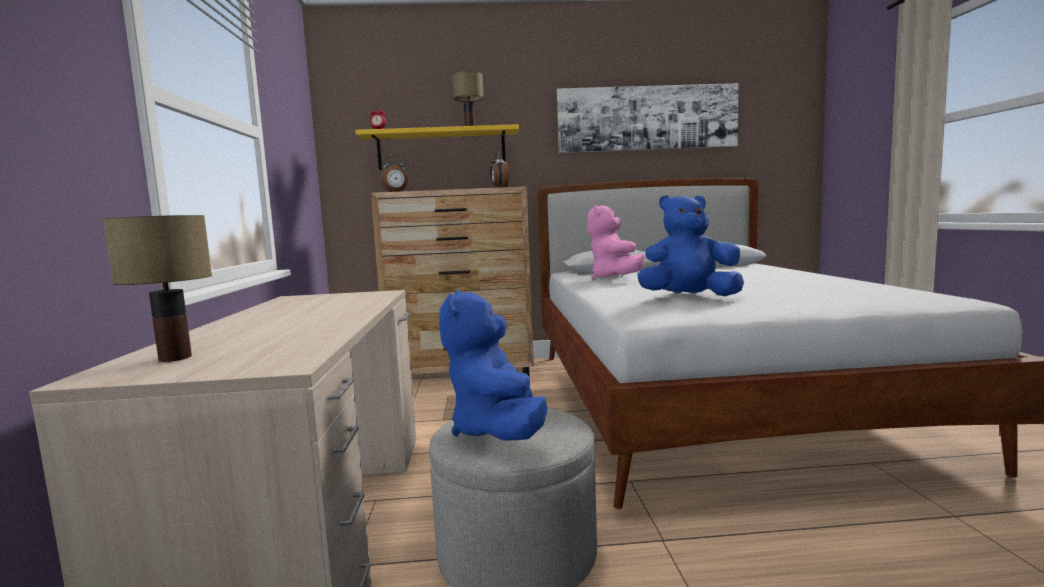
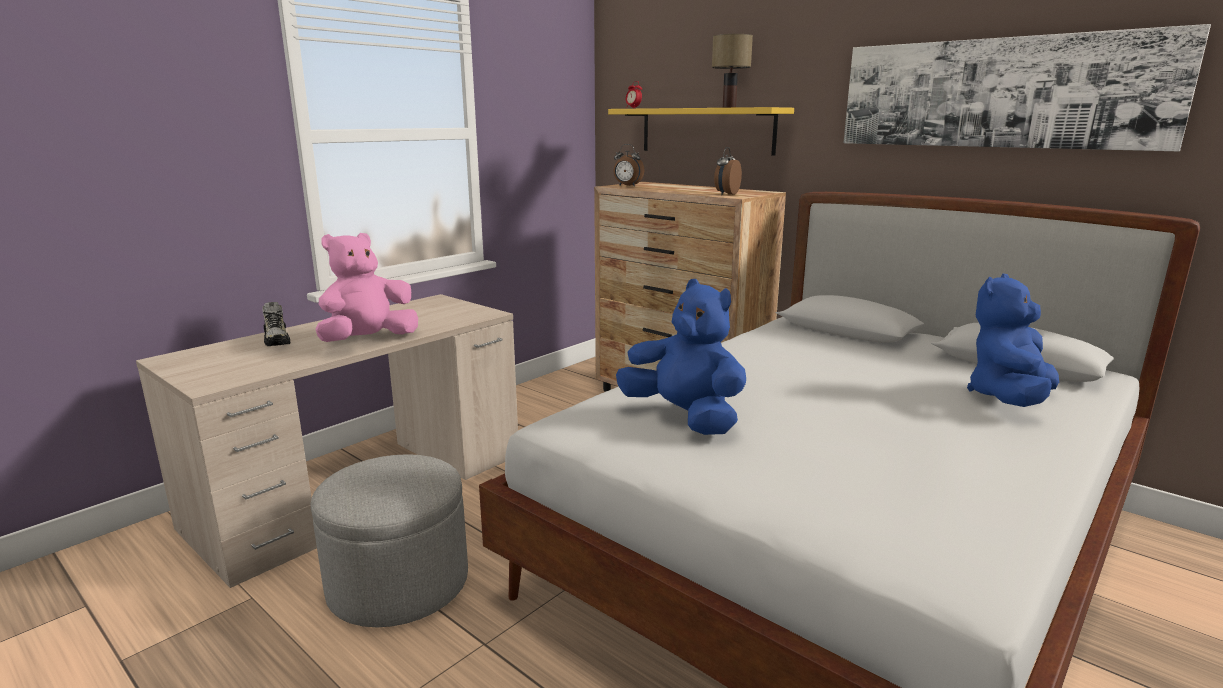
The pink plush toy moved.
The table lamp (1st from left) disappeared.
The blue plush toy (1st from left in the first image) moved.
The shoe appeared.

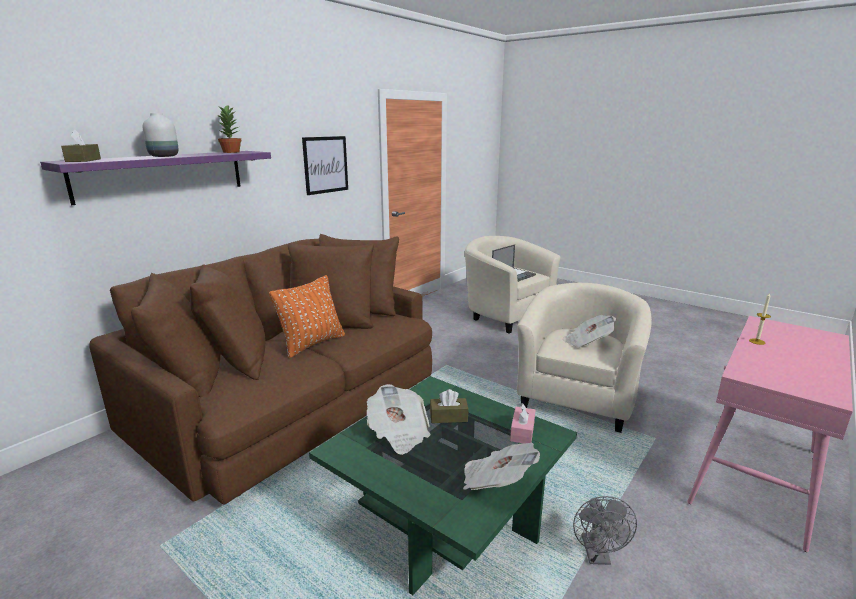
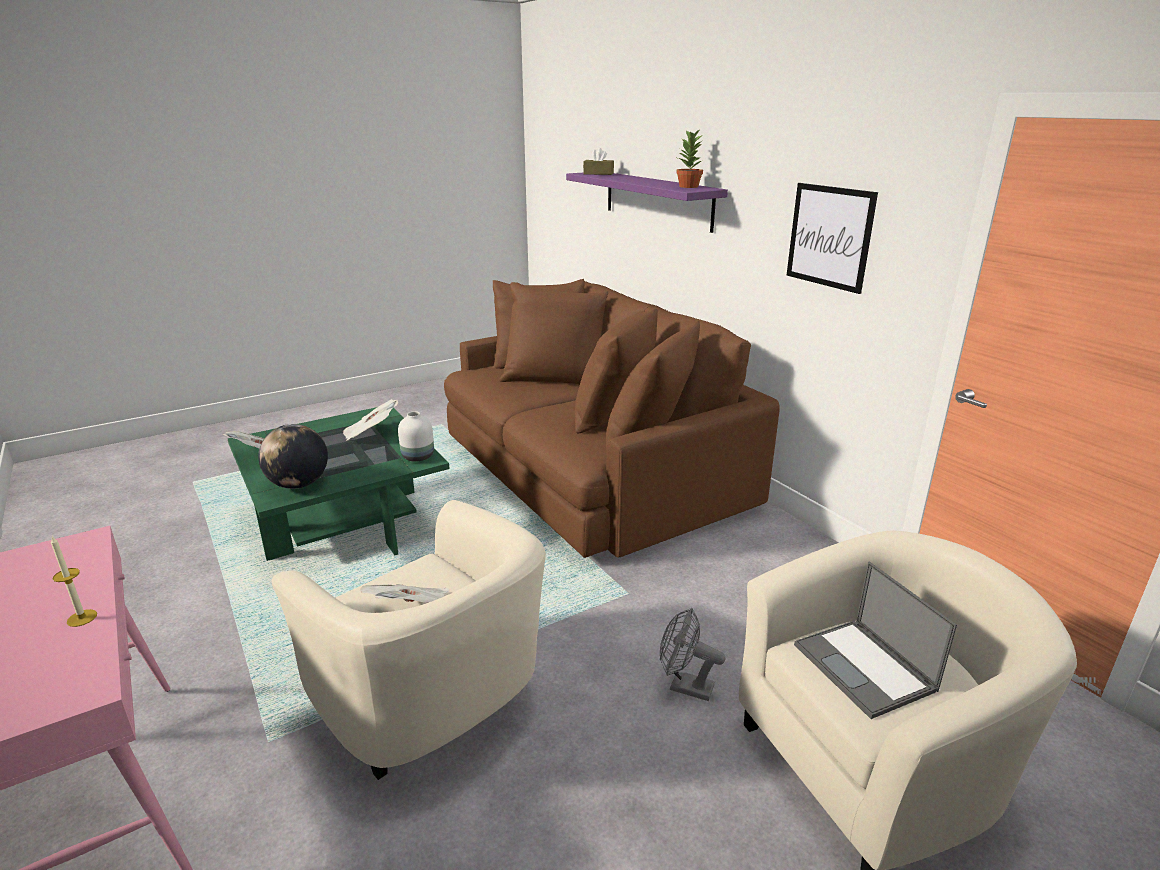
The white vase moved.
The orange pillow disappeared.
The brown tissue box (2nd from left) disappeared.
The pink tissue box was replaced by the globe.
The grey fan moved.

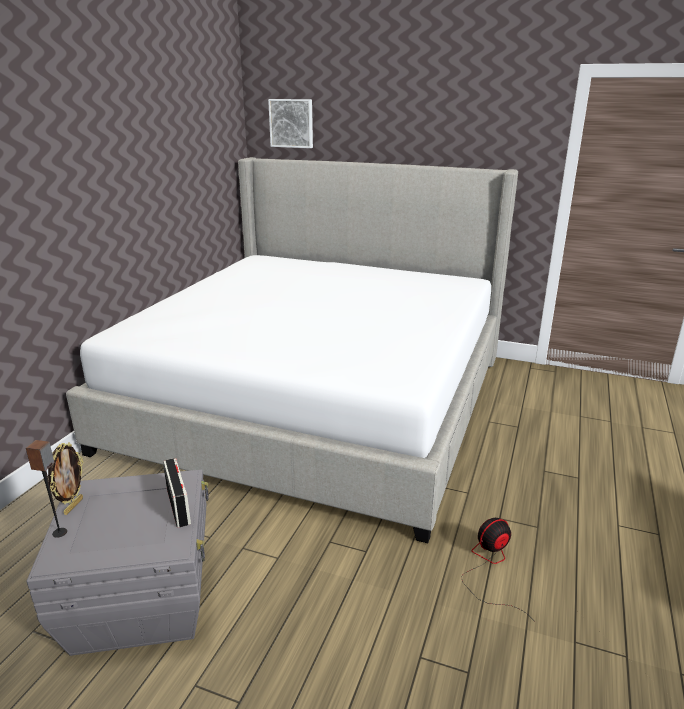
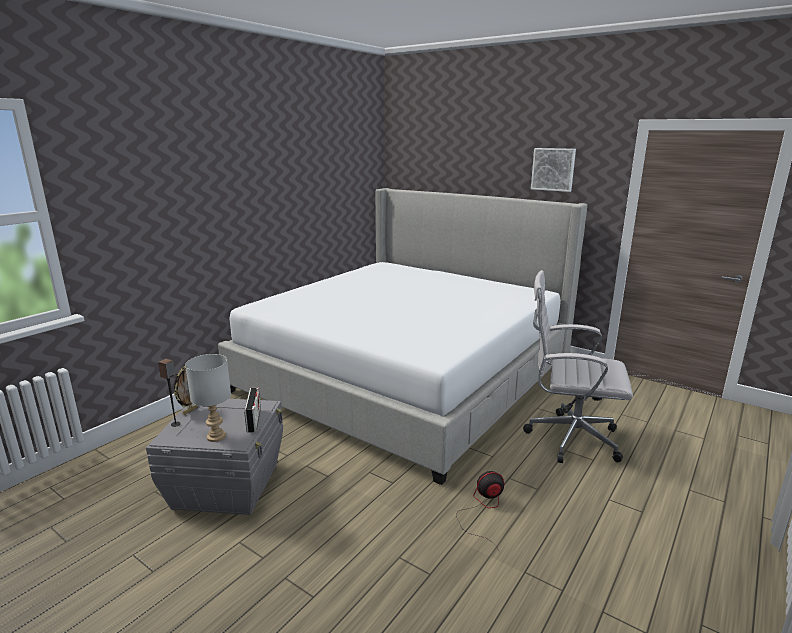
The picture moved.
The white office chair appeared.
The grey table lamp appeared.

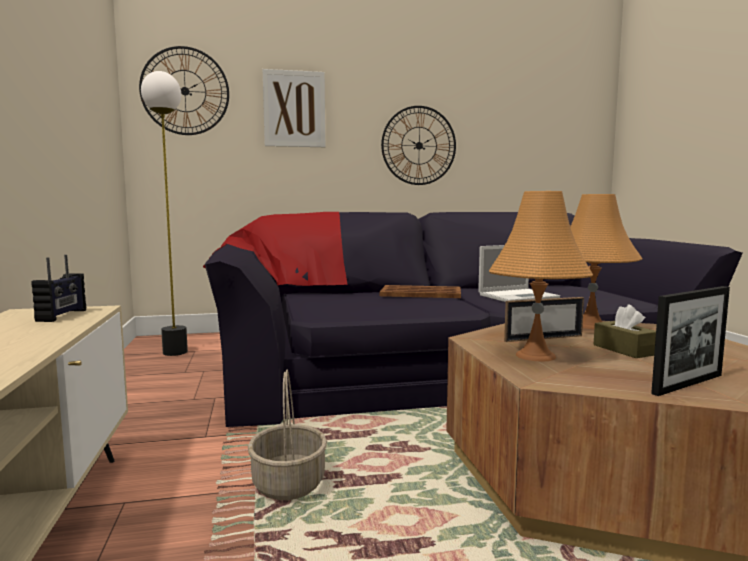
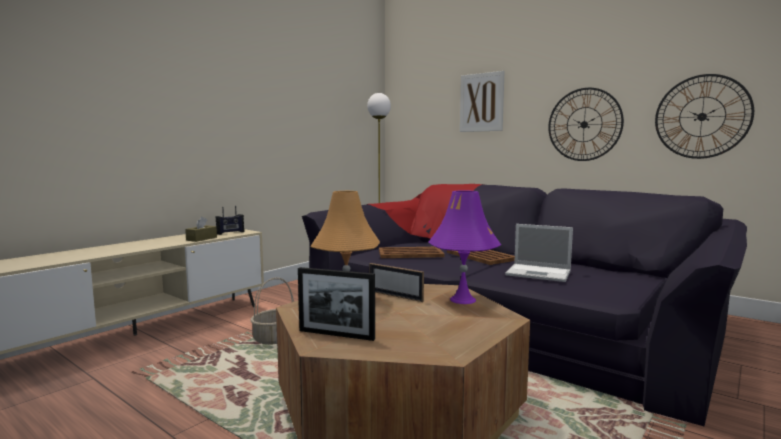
The wall clock (1st from left in the first image) moved.
The orange table lamp (2nd from left) became the purple table lamp.
The brown tissue box moved.
The brown tray (1st from left) appeared.

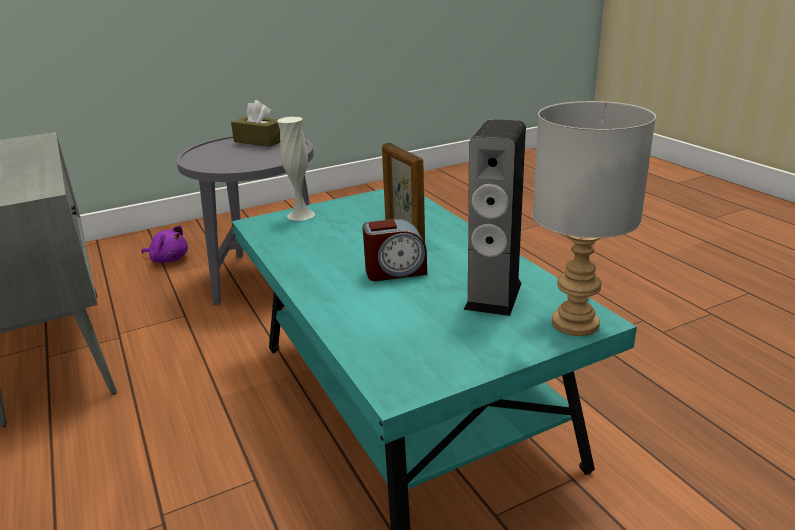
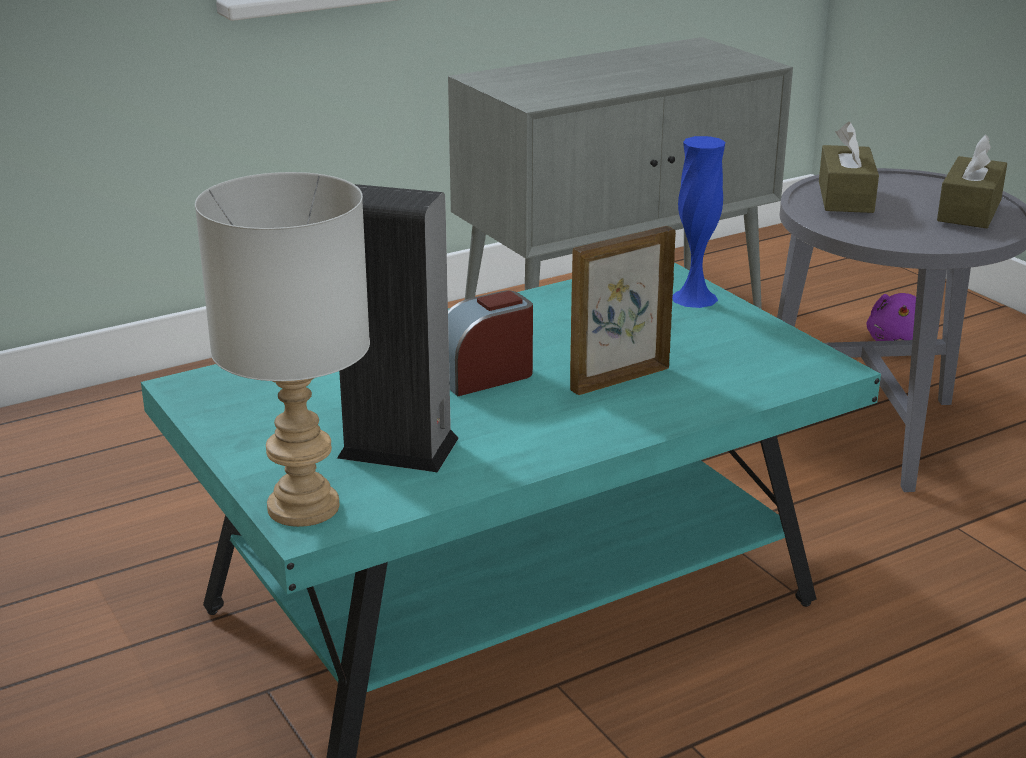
The white vase became the blue vase.
The alarm clock turned 75 degrees clockwise.
The brown tissue box (1st from left) appeared.

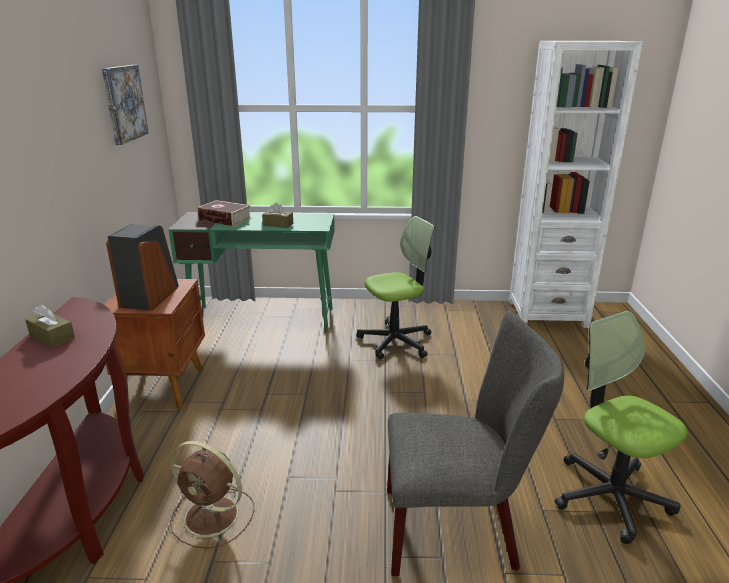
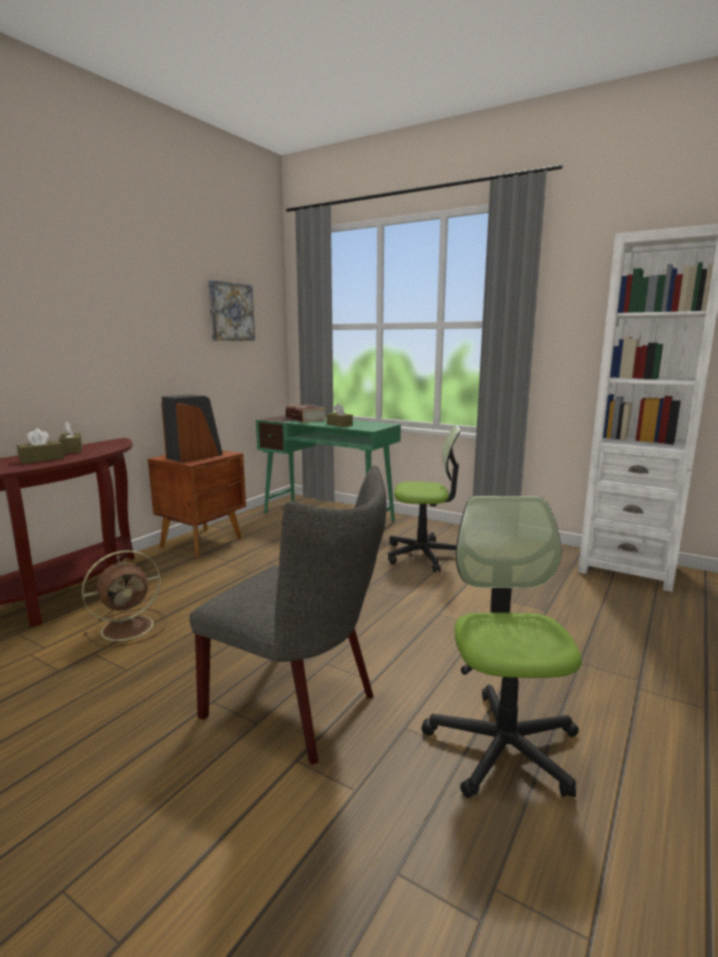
The brown fan turned 90 degrees counterclockwise.
The brown tissue box (1st from left) appeared.

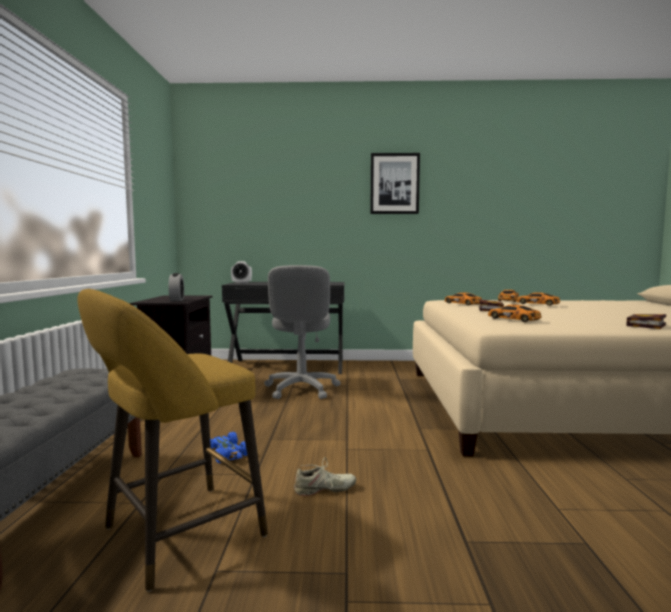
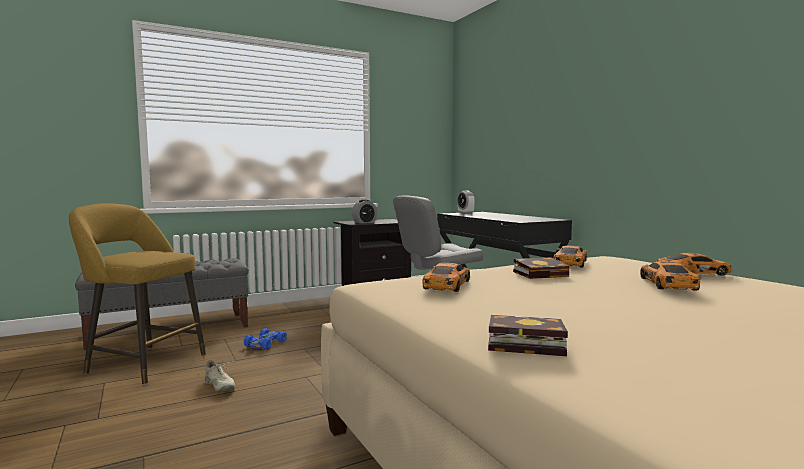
The picture disappeared.

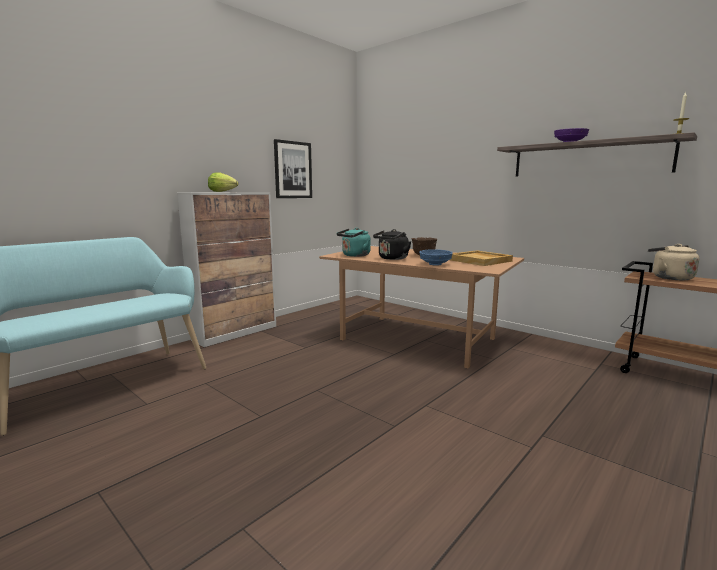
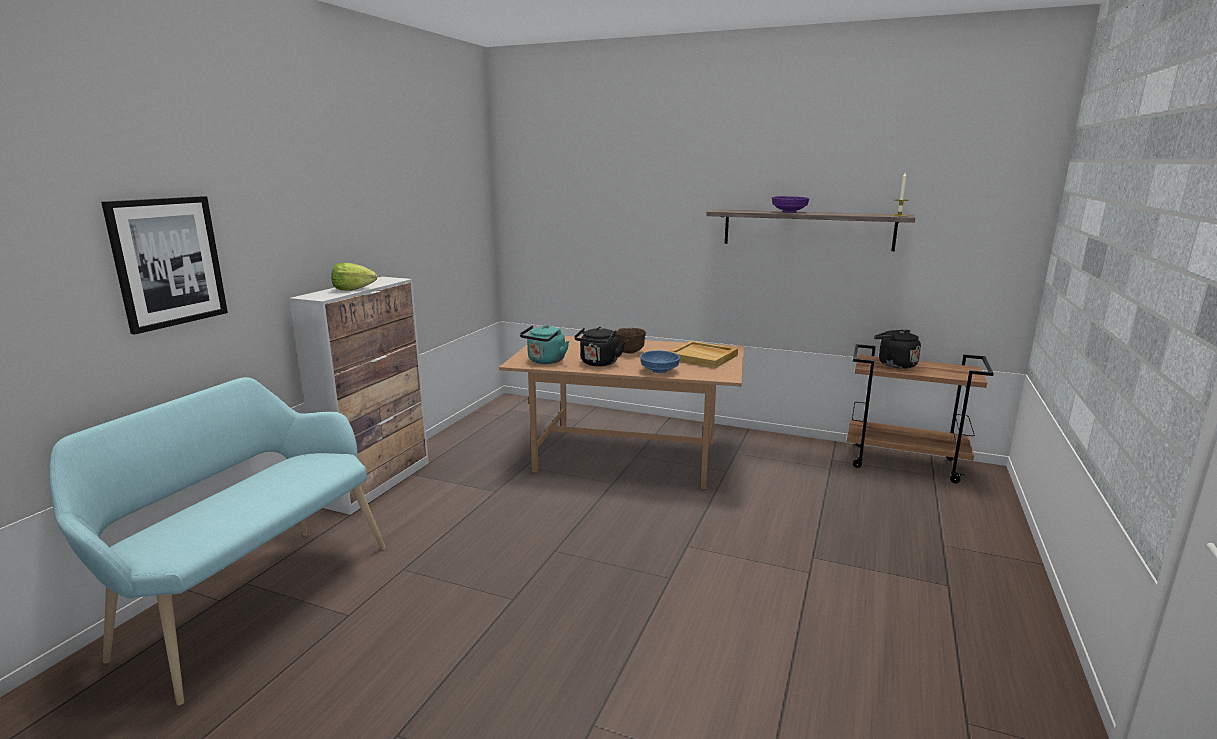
The picture moved.
The beige kettle became the black kettle (2nd from left).

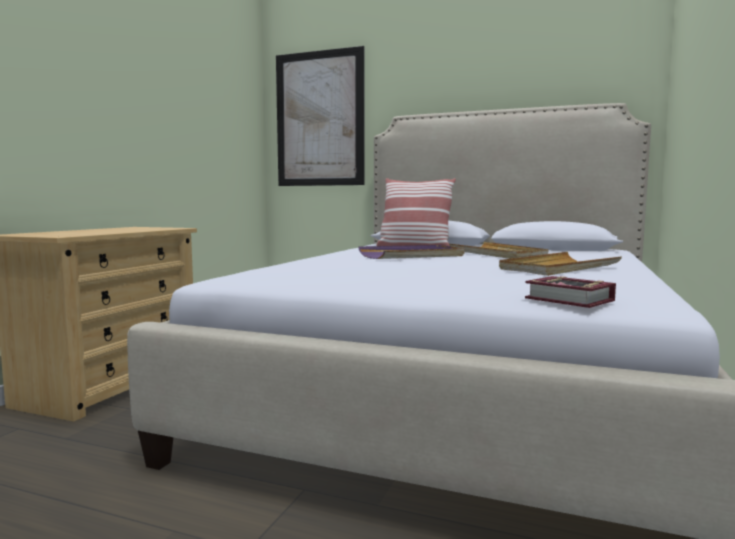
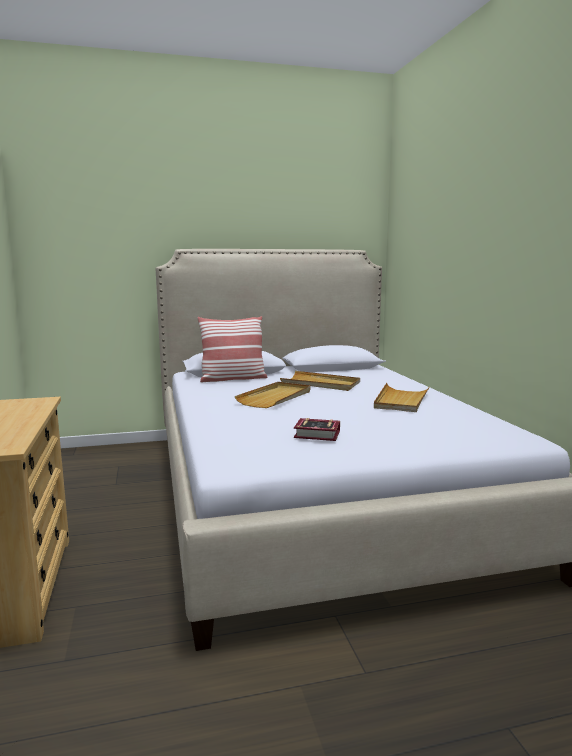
The picture disappeared.
The purple tray became the beige tray (1st from left).
The book moved.

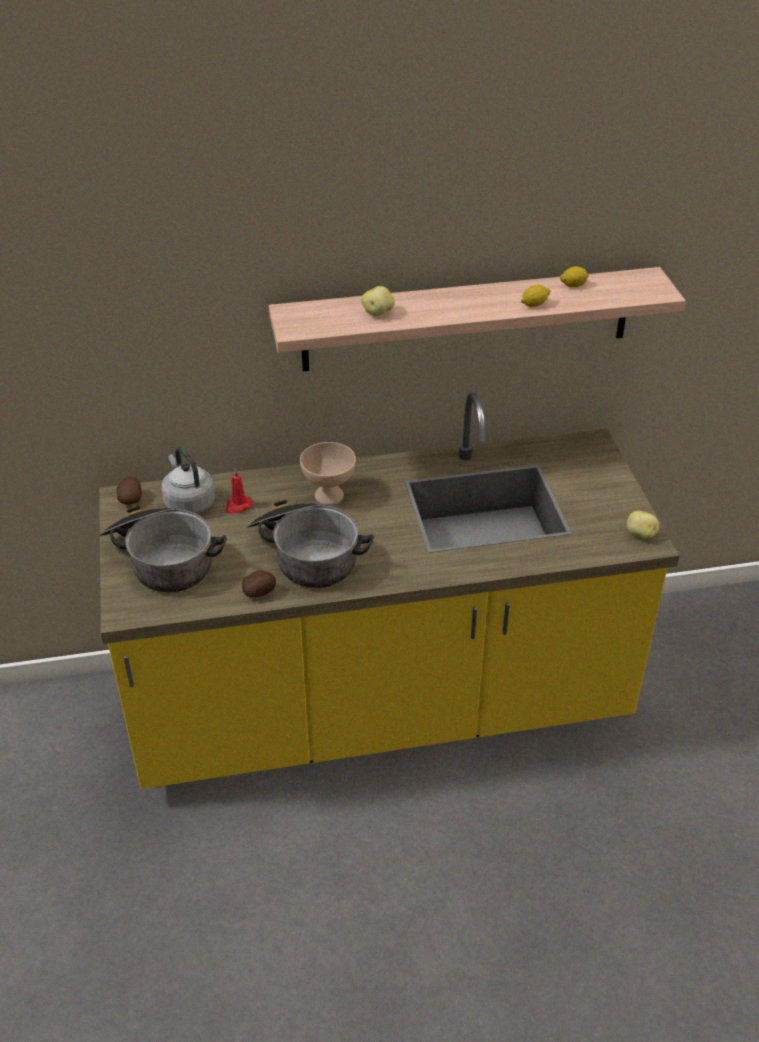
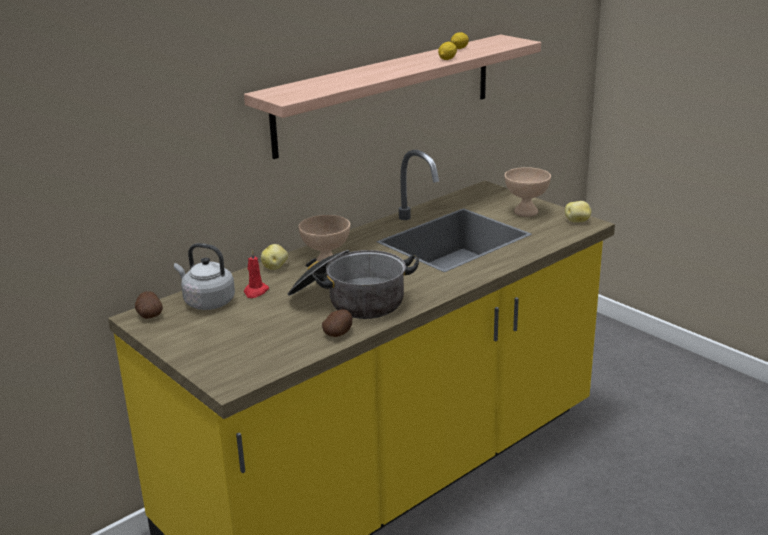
The potato (3rd from left in the first image) moved.
The cooking pot (1st from left) disappeared.
The beige bowl (2nd from left) appeared.

